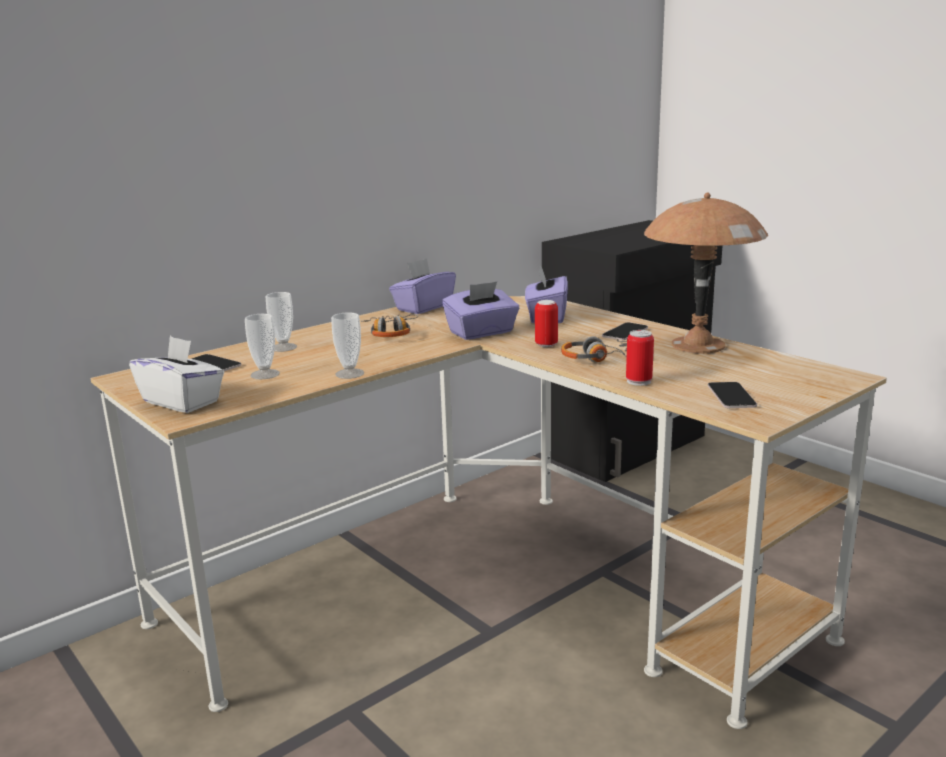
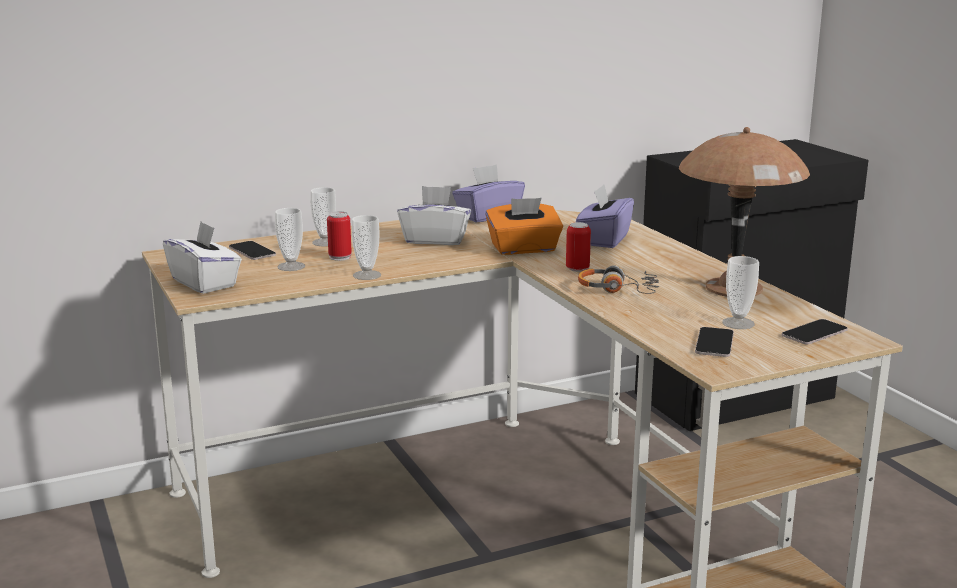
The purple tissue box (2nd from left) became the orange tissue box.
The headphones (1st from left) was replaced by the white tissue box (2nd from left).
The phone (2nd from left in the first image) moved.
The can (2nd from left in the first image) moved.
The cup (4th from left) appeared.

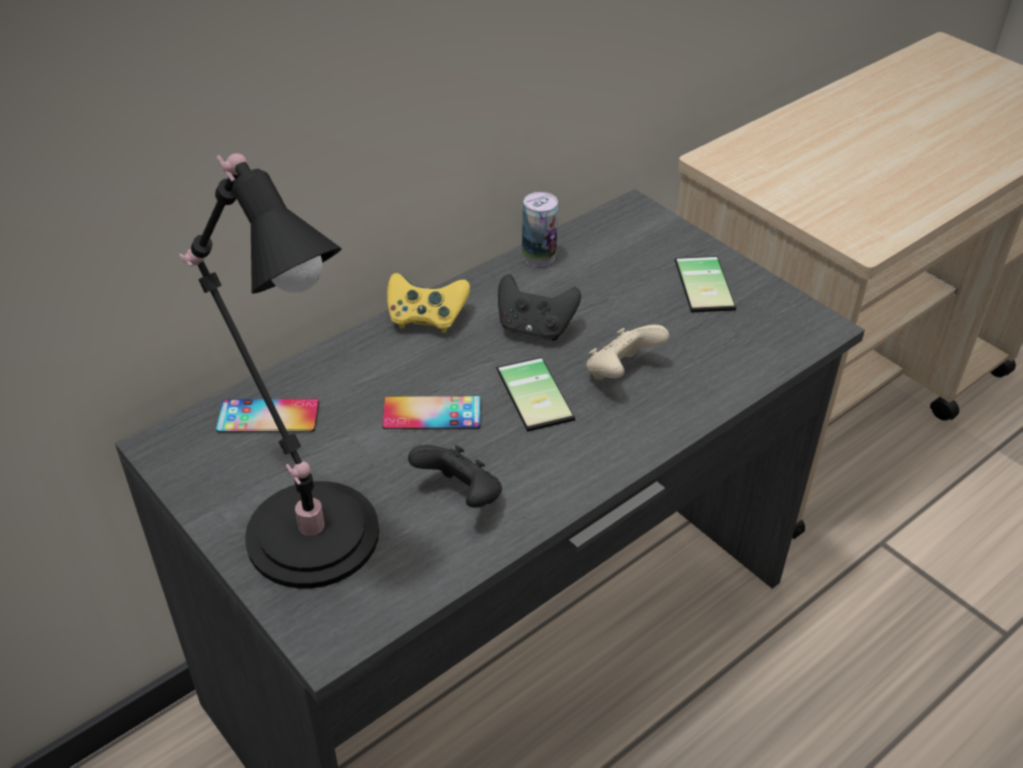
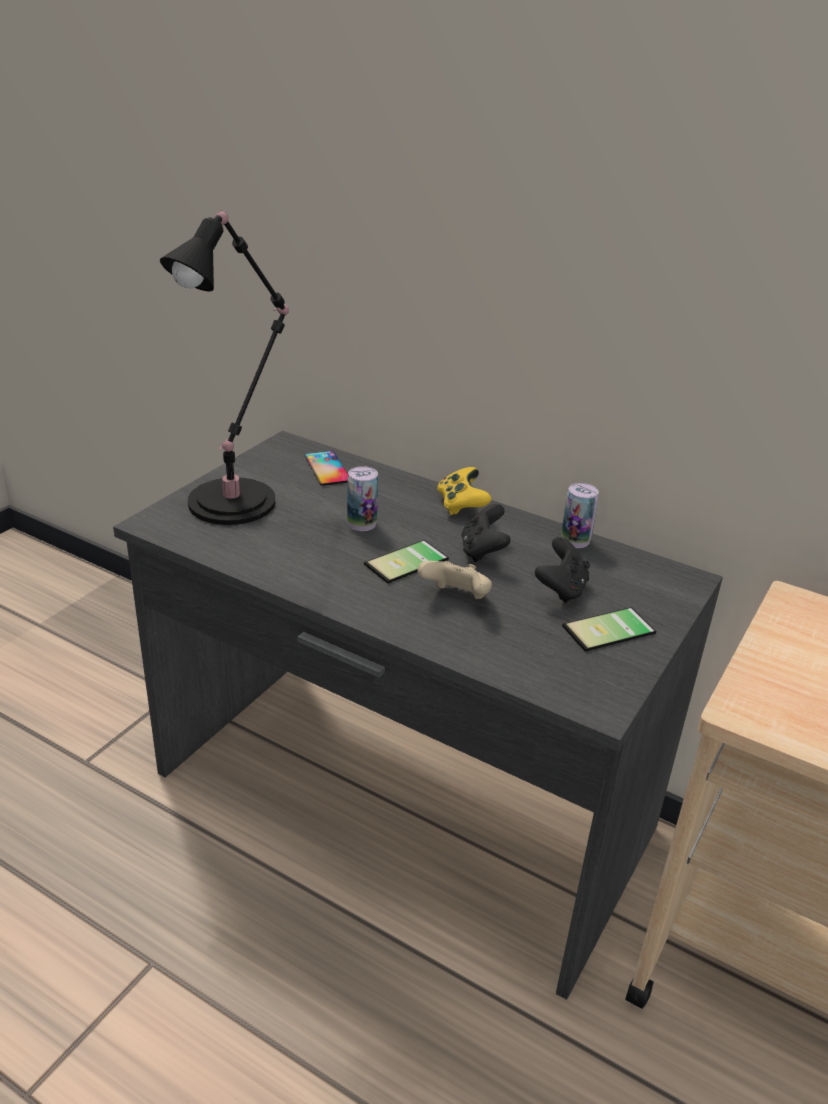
The phone (2nd from left) was replaced by the can (1st from left).
The black game controller (1st from left in the first image) moved.

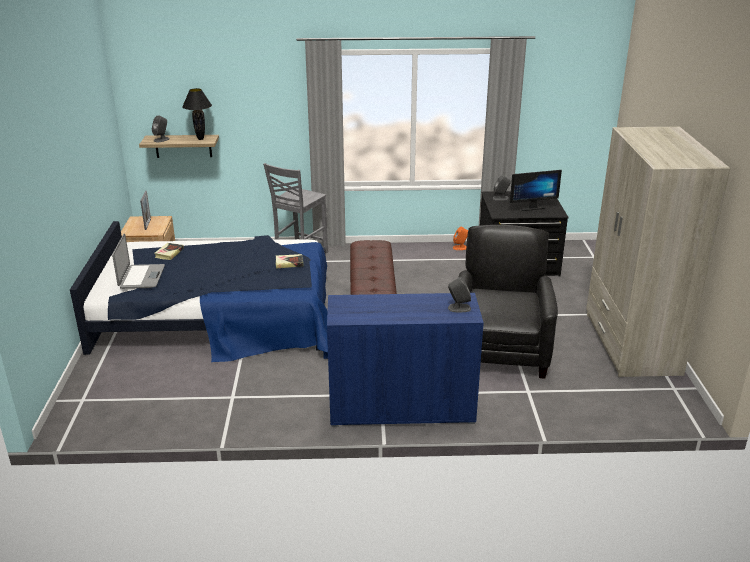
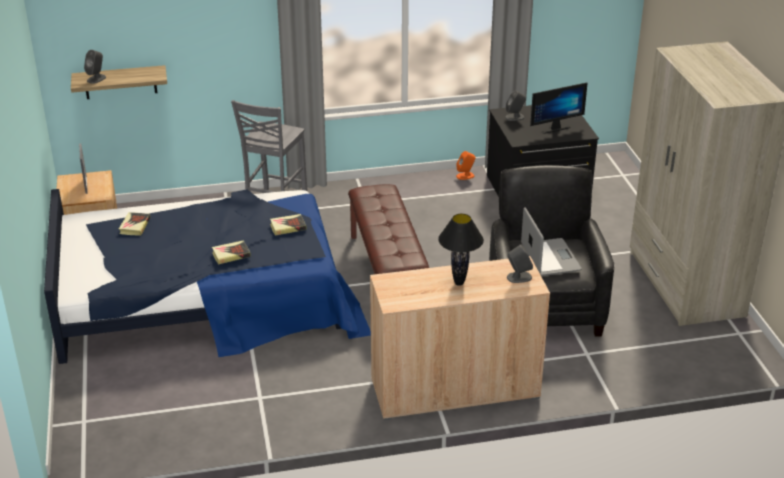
The black table lamp moved.
The laptop moved.
The blue cabinet became the beige cabinet.
The book (2nd from left) appeared.

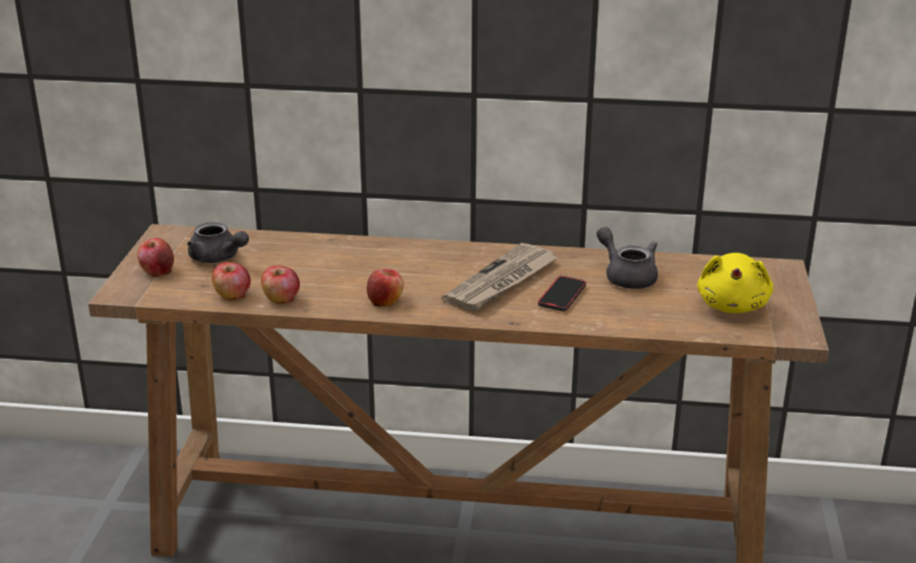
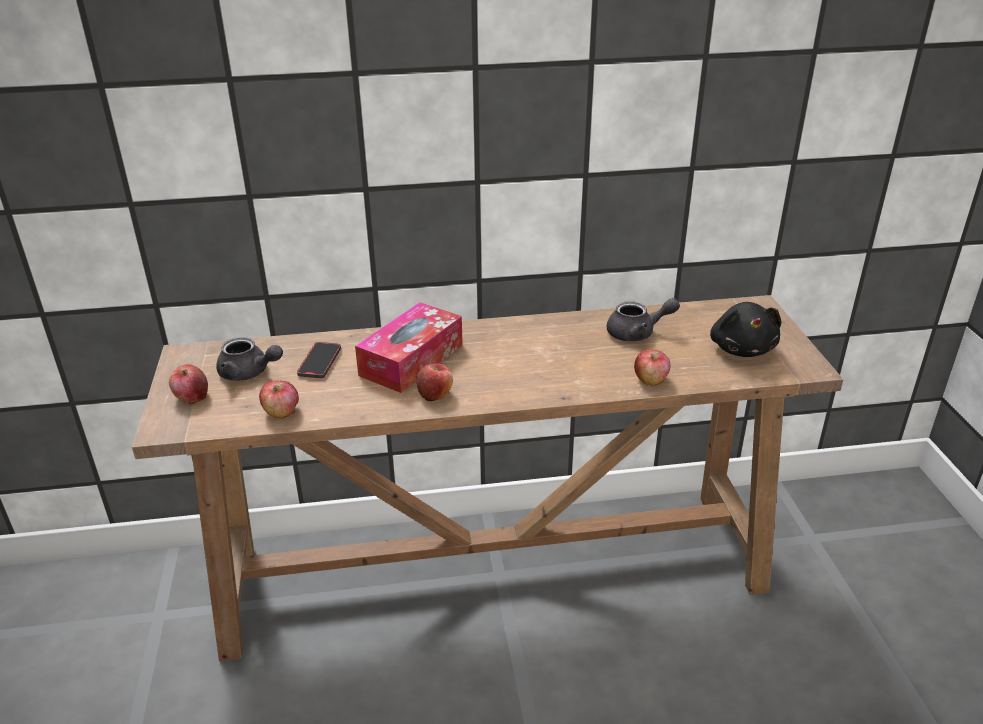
The grey teapot (2nd from left) turned 135 degrees clockwise.
The newspaper disappeared.
The yellow plush toy became the black plush toy.
The apple (3rd from left in the first image) moved.
The phone moved.
The tissue box appeared.

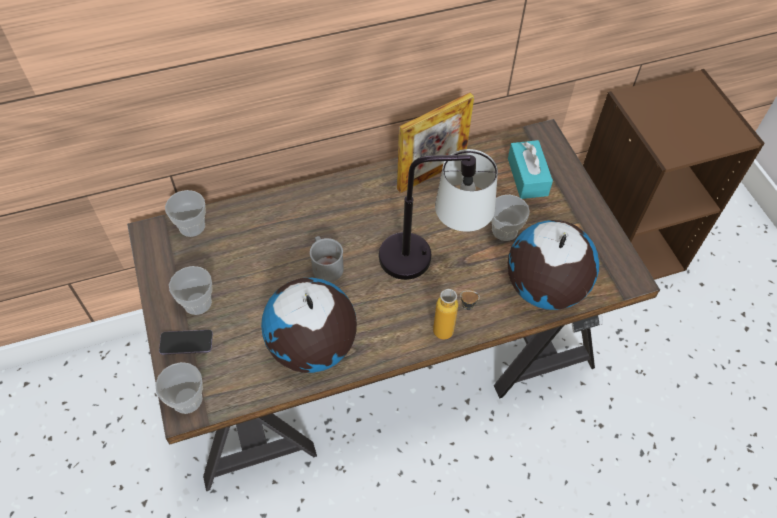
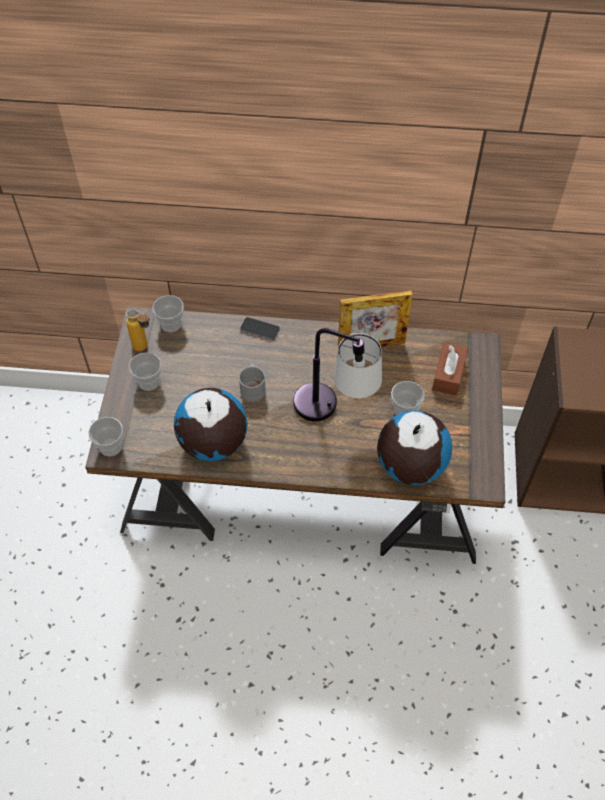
The turquoise tissue box became the brown tissue box.
The bottle moved.
The phone moved.

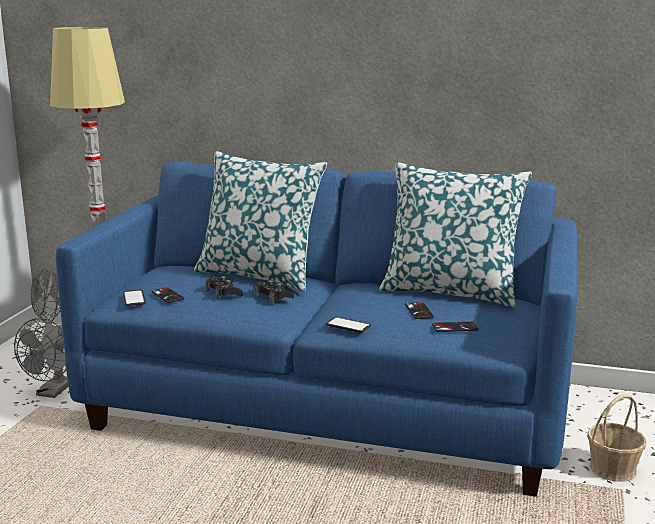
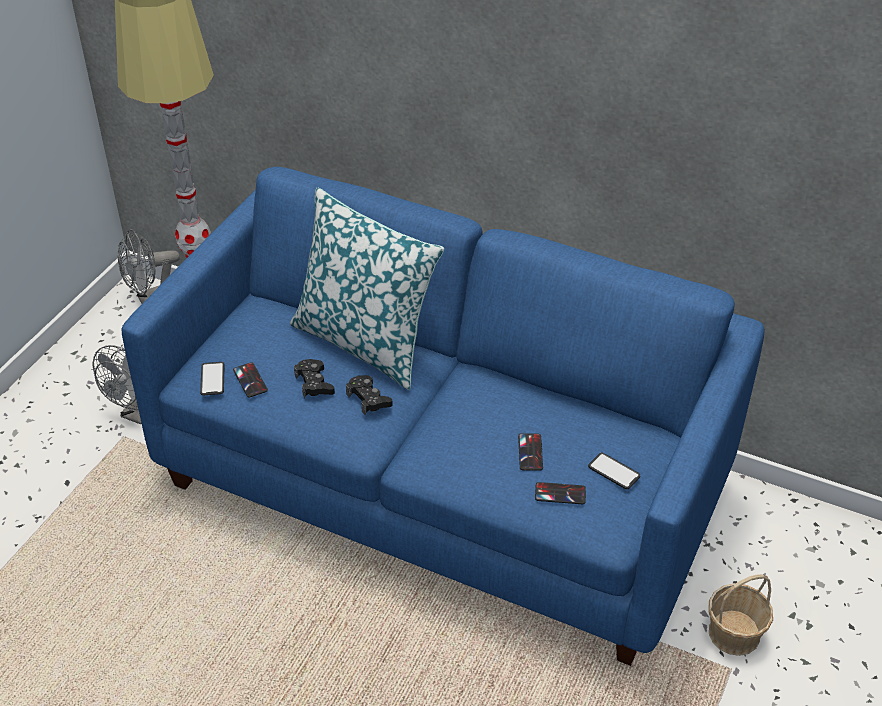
The pillow (2nd from left) disappeared.
The phone (3rd from left in the first image) moved.

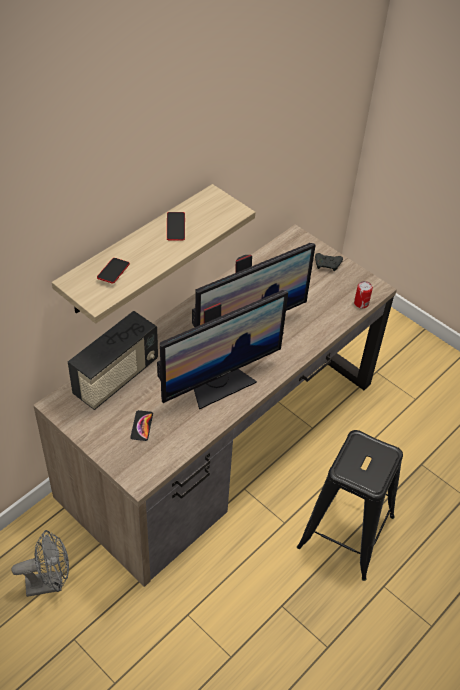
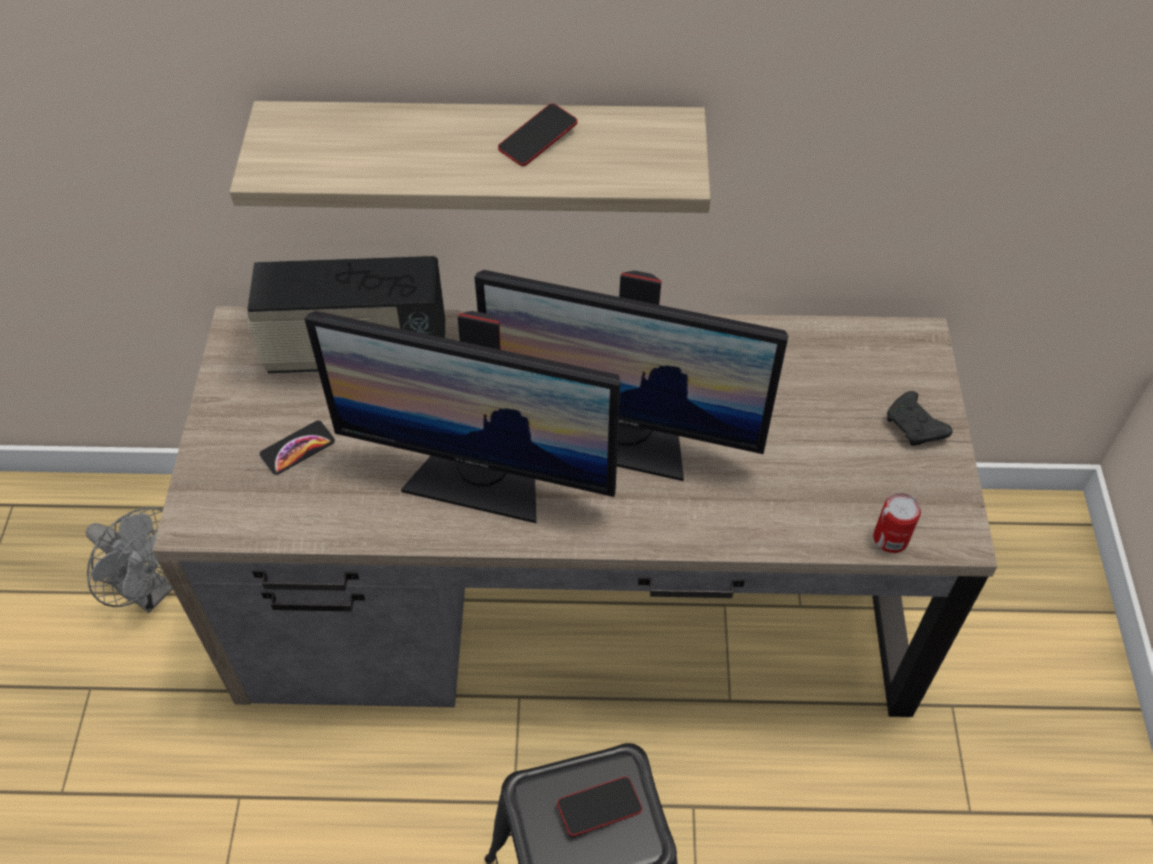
The phone (1st from left in the first image) moved.

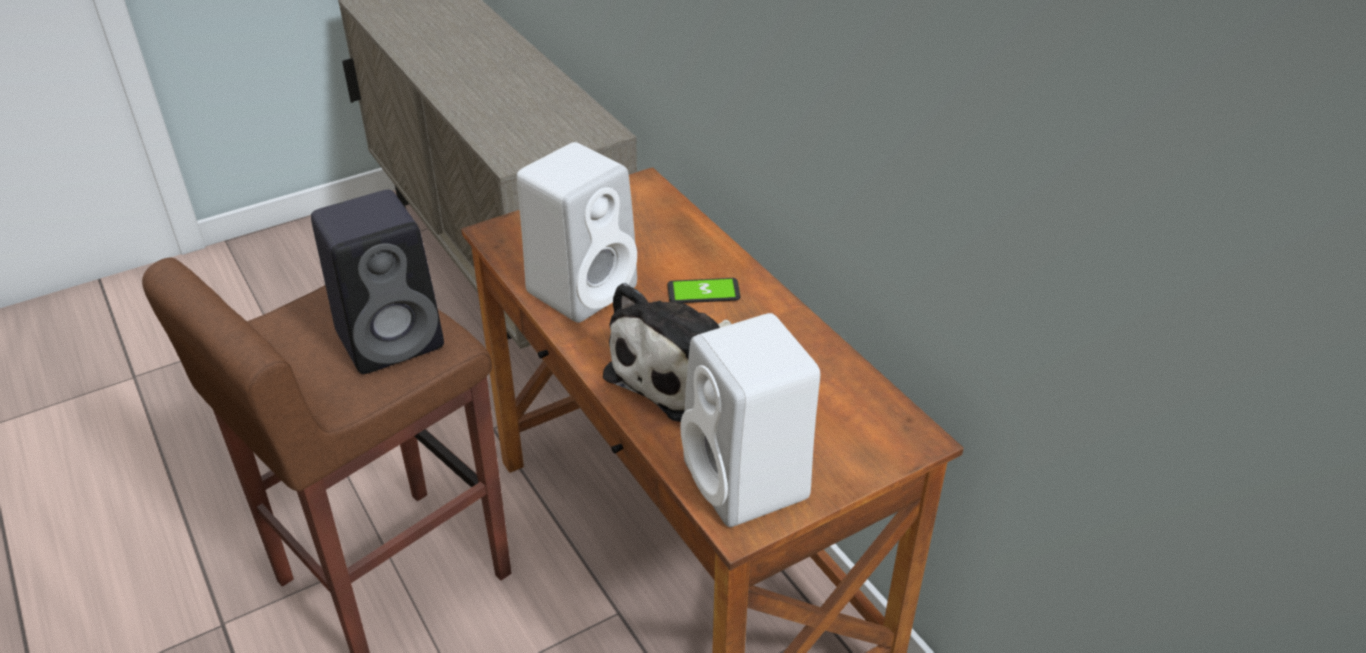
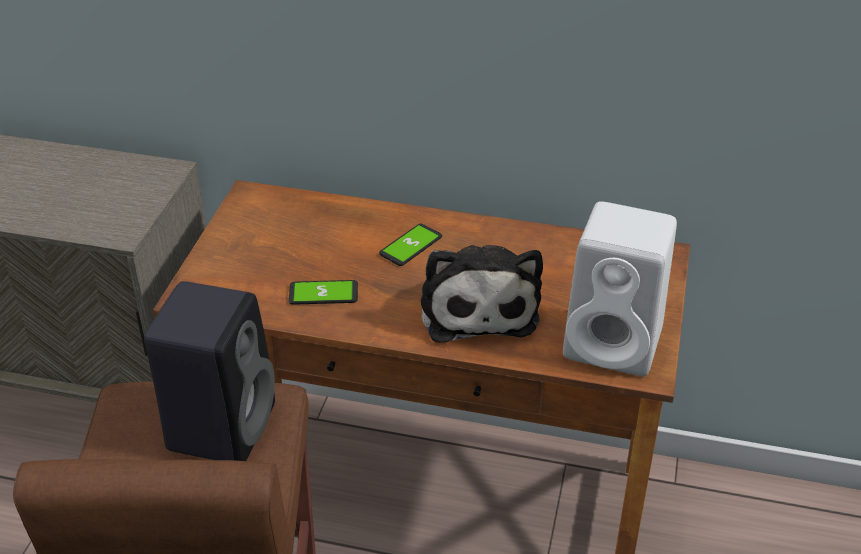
The white speaker (1st from left) was replaced by the phone (1st from left).

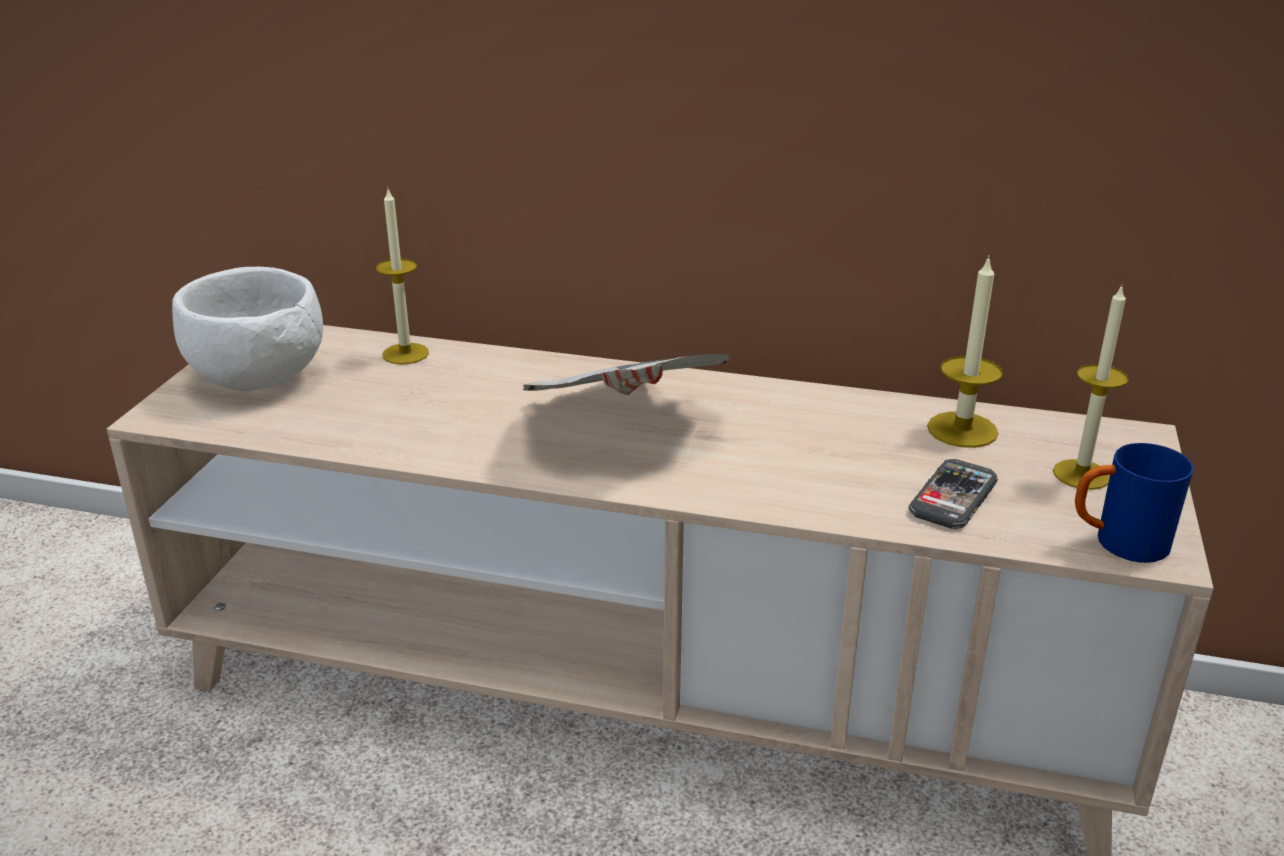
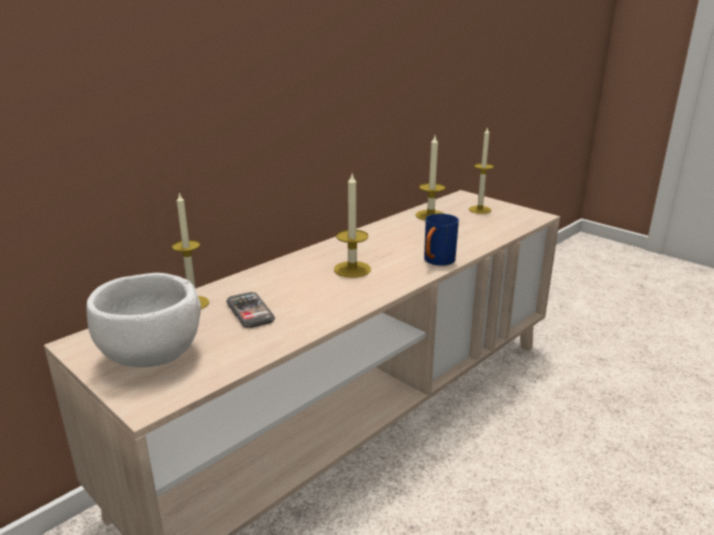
The newspaper was replaced by the candle (2nd from left).
The blue mug moved.
The phone moved.

